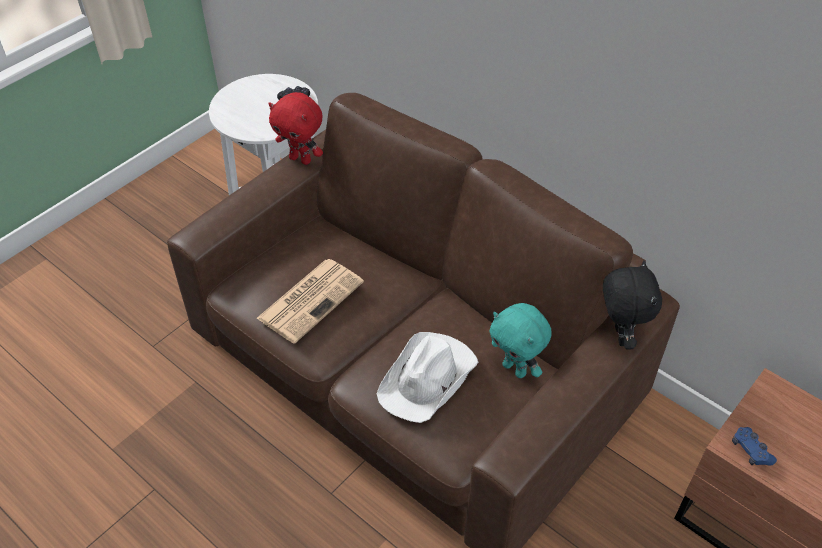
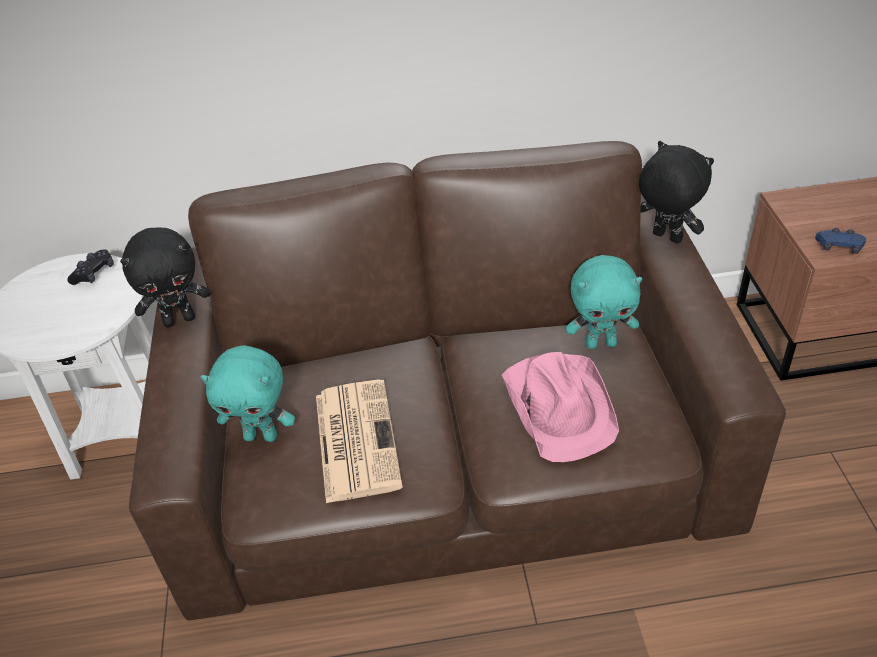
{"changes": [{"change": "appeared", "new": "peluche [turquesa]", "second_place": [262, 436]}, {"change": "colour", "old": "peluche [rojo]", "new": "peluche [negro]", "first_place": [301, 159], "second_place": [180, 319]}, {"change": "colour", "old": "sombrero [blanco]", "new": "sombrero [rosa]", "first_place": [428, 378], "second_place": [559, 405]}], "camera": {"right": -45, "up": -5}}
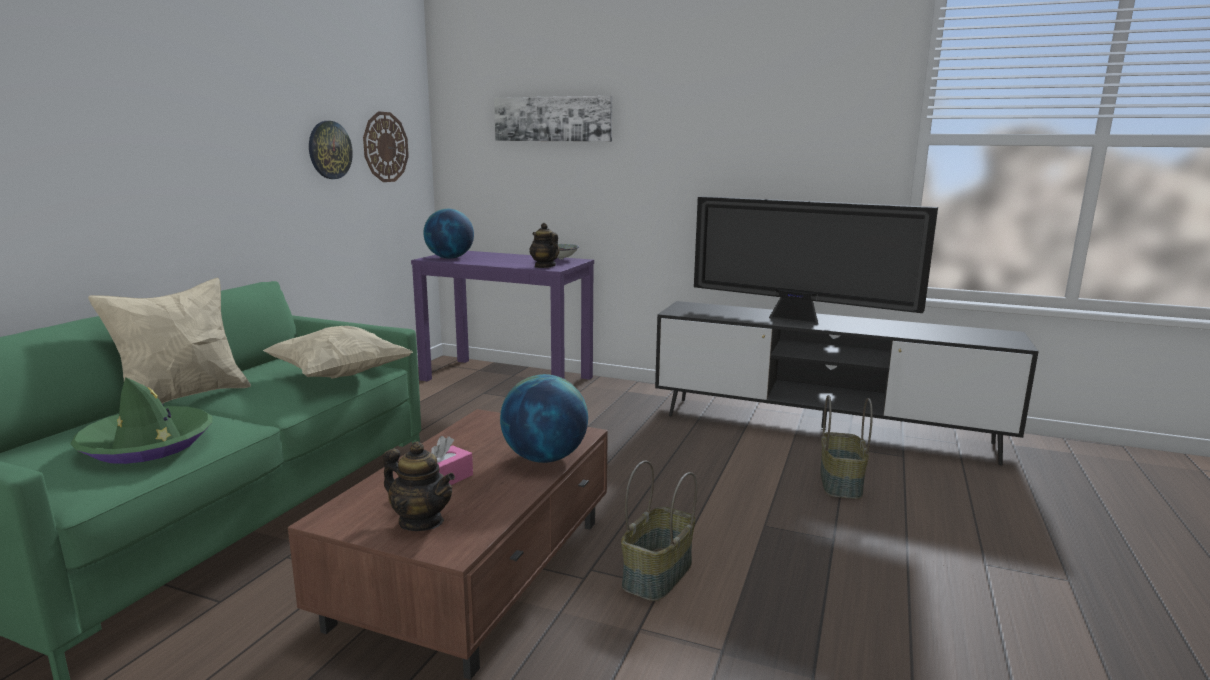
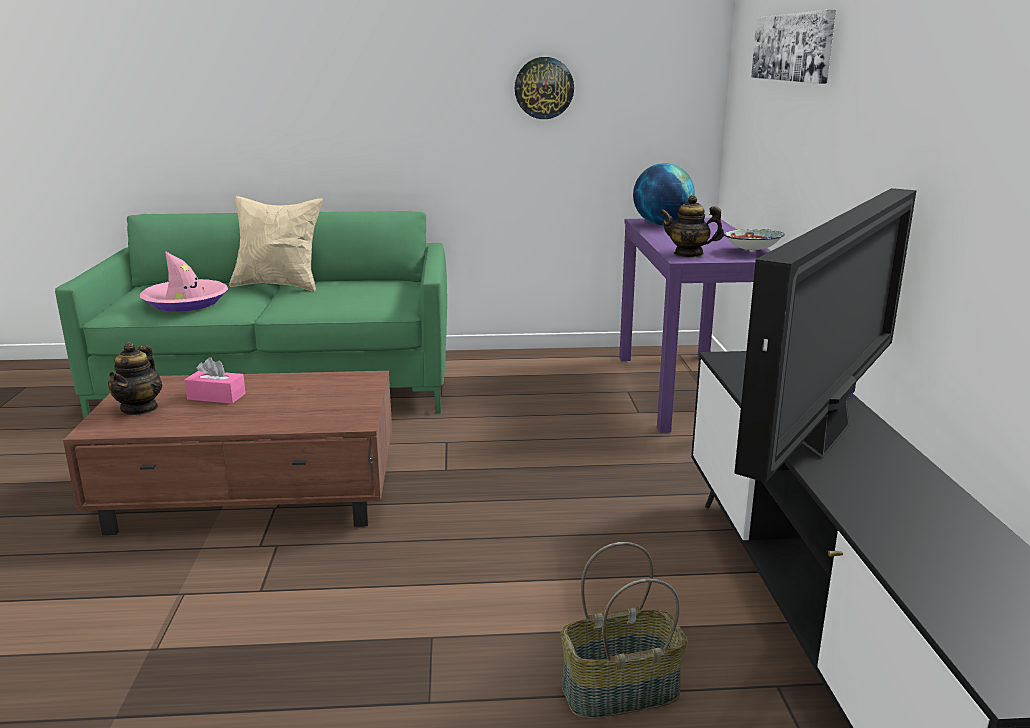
{"changes": [{"change": "missing", "old": "cojín [beis]", "first_place": [340, 375]}, {"change": "missing", "old": "reloj de pared", "first_place": [385, 147]}, {"change": "missing", "old": "globo terráqueo", "first_place": [544, 458]}, {"change": "missing", "old": "cesta", "first_place": [658, 575]}, {"change": "colour", "old": "sombrero [verde]", "new": "sombrero [rosa]", "first_place": [147, 445], "second_place": [186, 302]}, {"change": "spun", "old": "tetera", "first_place": [544, 266], "second_place": [689, 254], "degrees": -105}, {"change": "spun", "old": "televisor", "first_place": [798, 320], "second_place": [825, 435], "degrees": -150}], "camera": {"right": 65, "up": 5}}
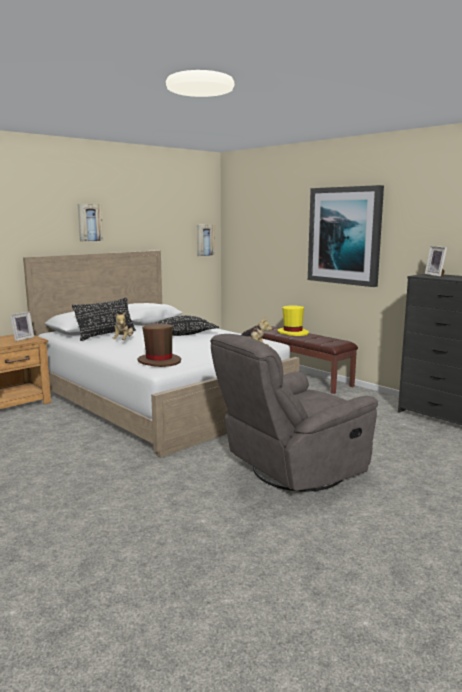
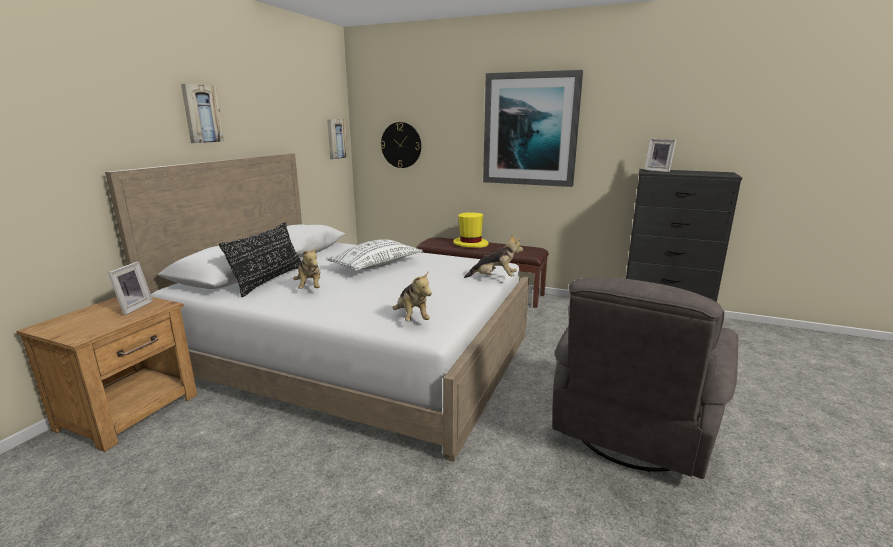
{"changes": [{"change": "appeared", "new": "reloj de pared", "second_place": [401, 145]}, {"change": "exchanged", "old": "sombrero [marrón]", "new": "peluche", "first_place": [159, 361], "second_place": [412, 318]}, {"change": "colour", "old": "cojín [negro]", "new": "cojín [blanco]", "first_place": [182, 334], "second_place": [376, 265]}], "camera": {"right": -25, "up": 5}}
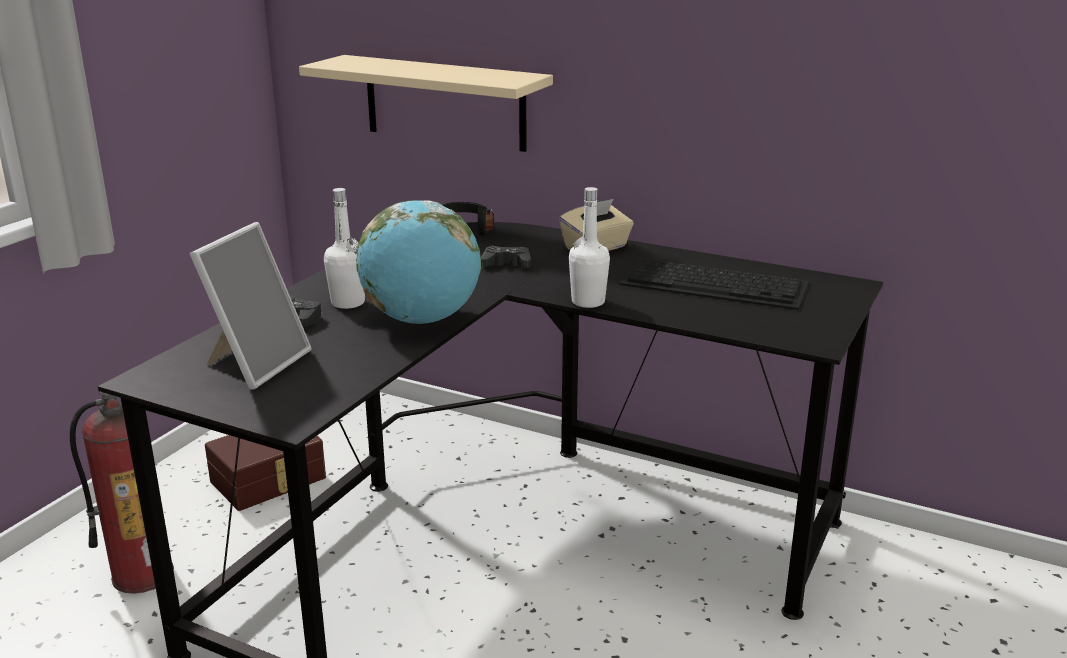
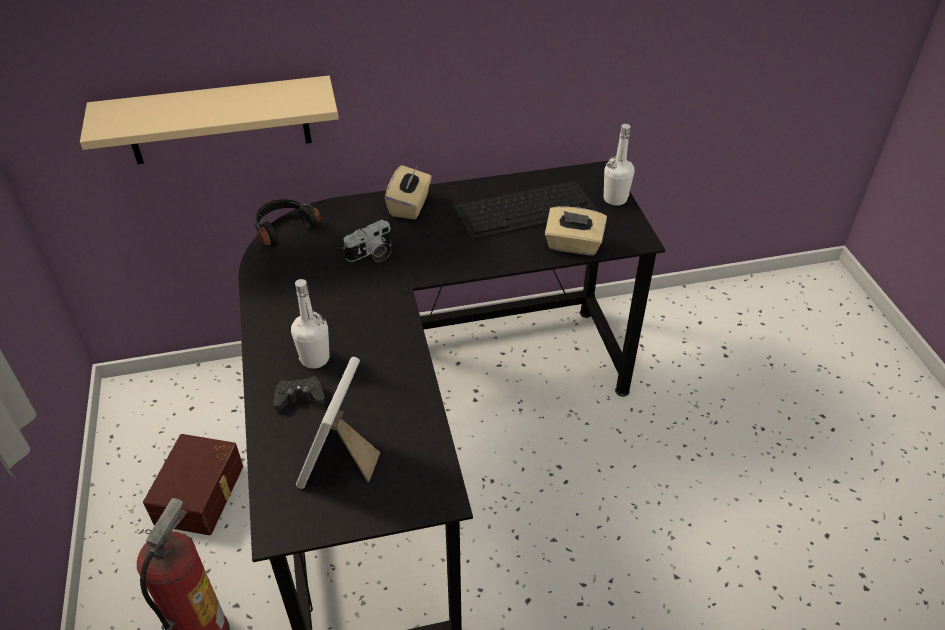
{"changes": [{"change": "missing", "old": "globo terráqueo", "first_place": [422, 320]}, {"change": "appeared", "new": "caja de pañuelos [beis]", "second_place": [573, 245]}, {"change": "relocated", "old": "botella [blanco]", "first_place": [588, 302], "second_place": [615, 199]}, {"change": "exchanged", "old": "mando de consola [negro]", "new": "cámara", "first_place": [506, 264], "second_place": [372, 255]}, {"change": "spun", "old": "portarretratos", "first_place": [256, 364], "second_place": [339, 461], "degrees": -150}], "camera": {"right": -40, "up": 20}}
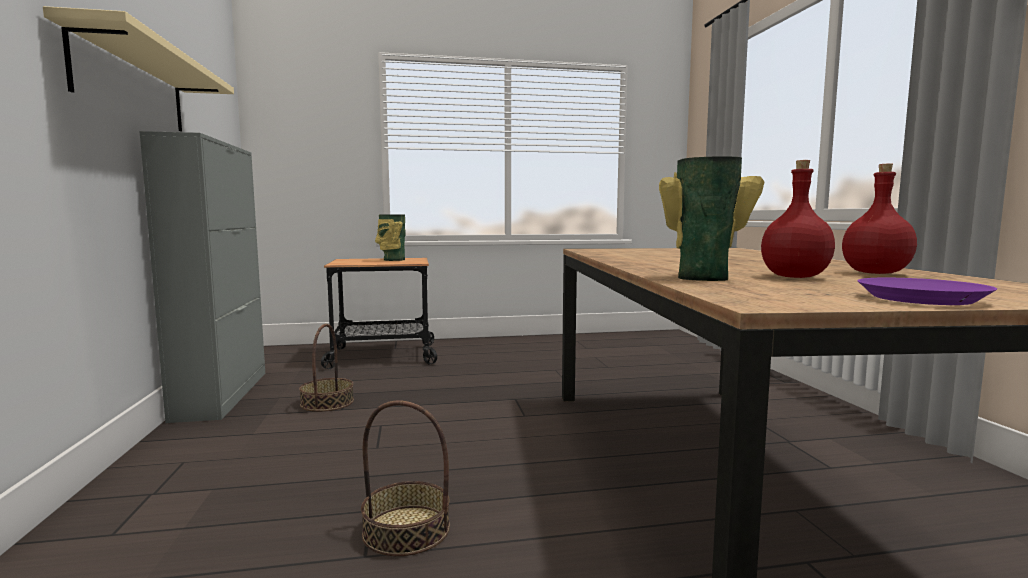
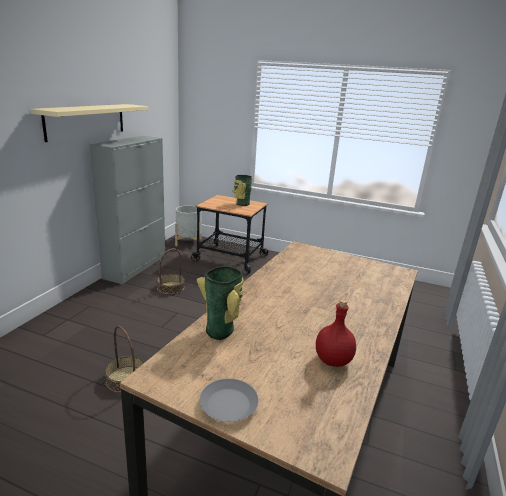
{"changes": [{"change": "missing", "old": "botella [rojo]", "first_place": [794, 277]}, {"change": "appeared", "new": "maceta [gris]", "second_place": [188, 242]}, {"change": "colour", "old": "plato [morado]", "new": "plato [gris]", "first_place": [920, 299], "second_place": [228, 404]}], "camera": {"right": 30, "up": 15}}
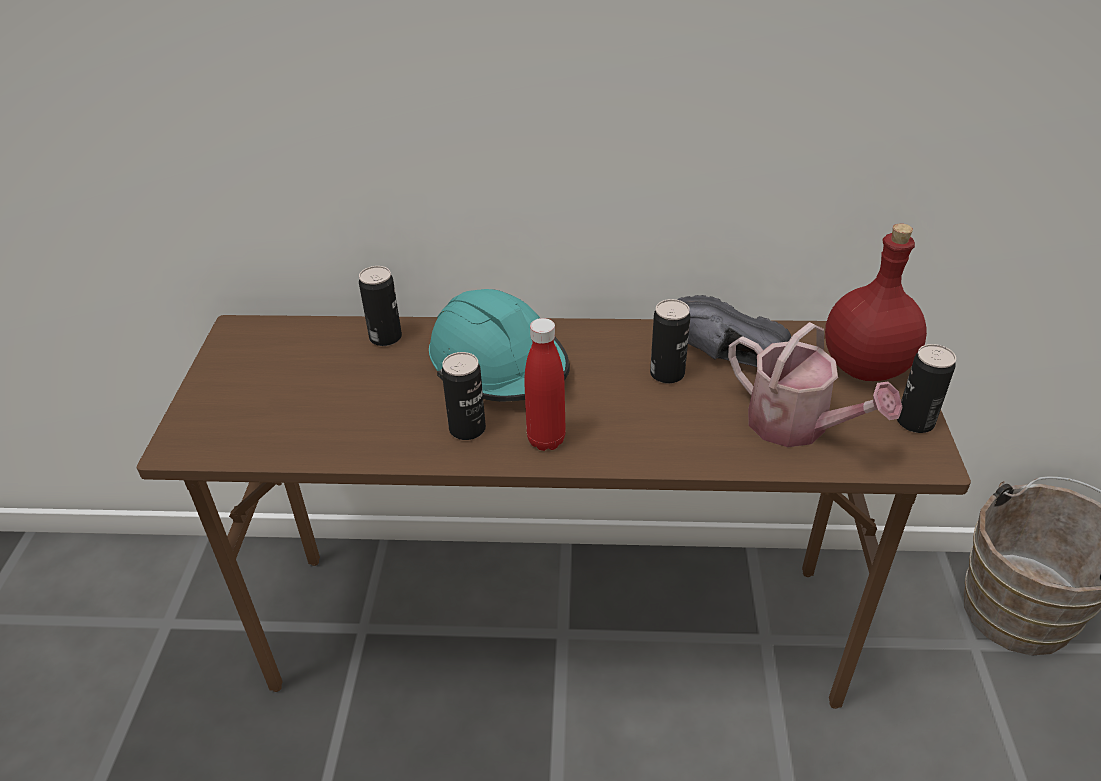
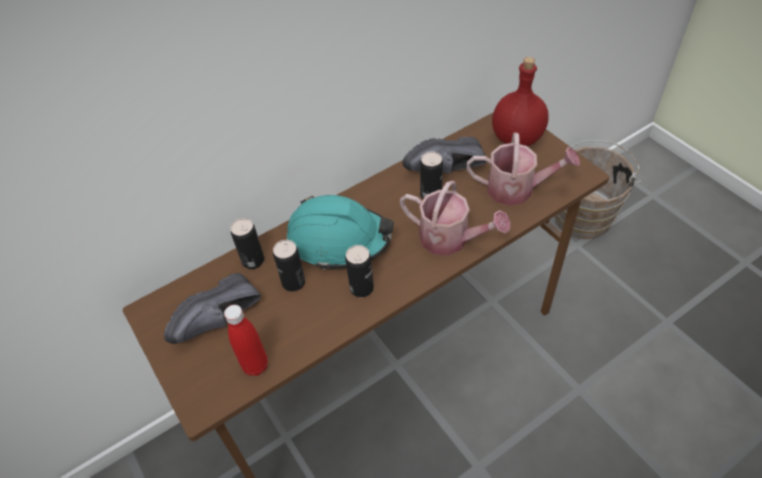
{"changes": [{"change": "appeared", "new": "zapato [negro]", "second_place": [220, 321]}, {"change": "appeared", "new": "regadera", "second_place": [450, 239]}, {"change": "relocated", "old": "botella [rojo]", "first_place": [546, 440], "second_place": [255, 366]}, {"change": "relocated", "old": "lata", "first_place": [915, 422], "second_place": [293, 282]}], "camera": {"right": -35, "up": 10}}
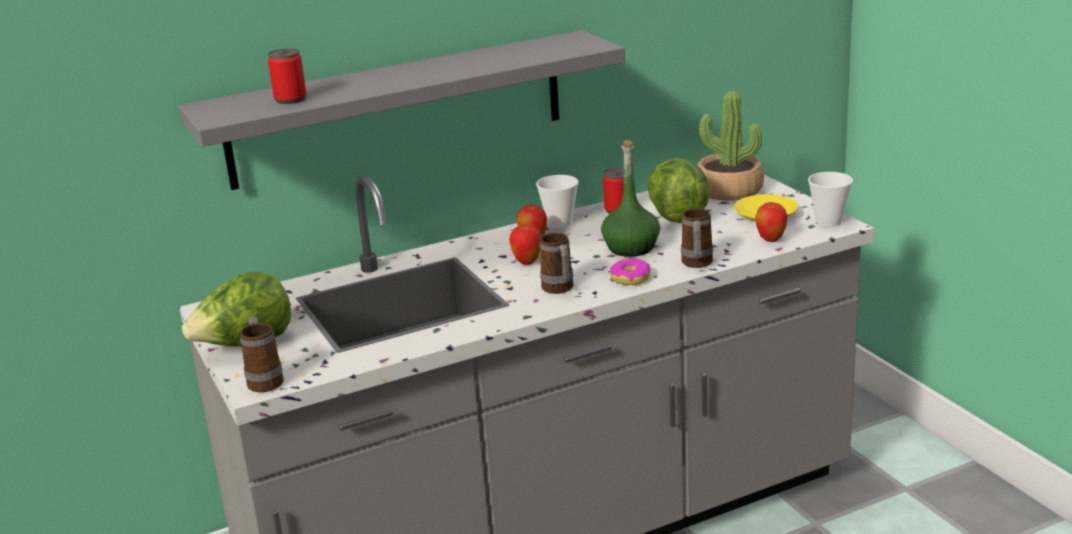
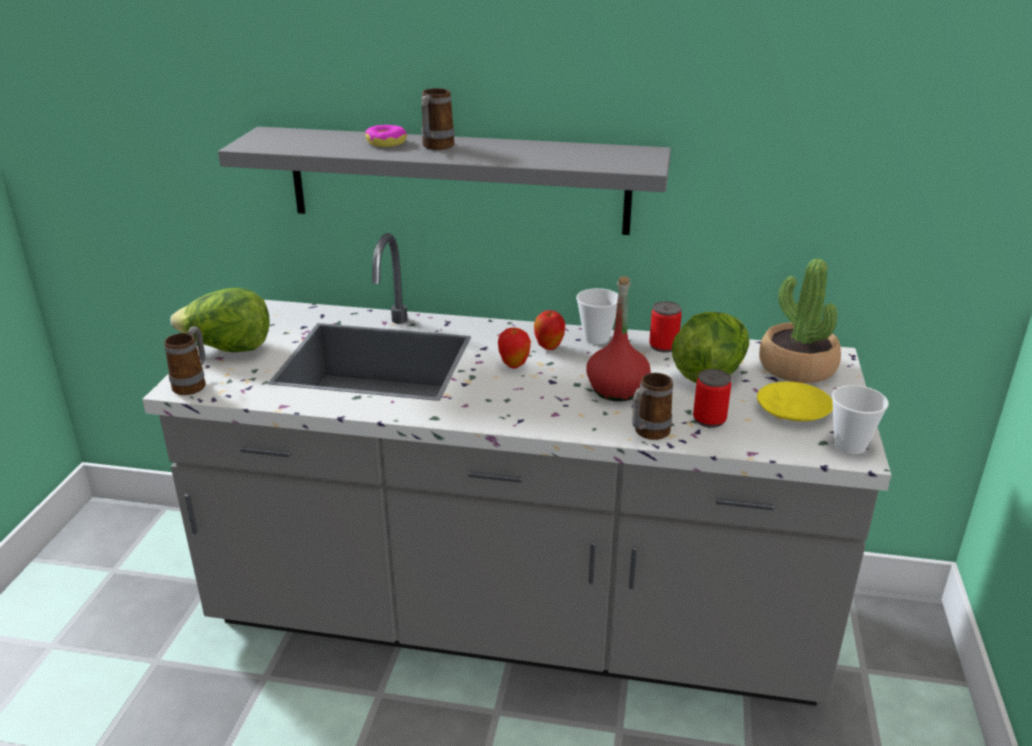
{"changes": [{"change": "missing", "old": "manzana", "first_place": [770, 240]}, {"change": "relocated", "old": "lata", "first_place": [290, 99], "second_place": [709, 419]}, {"change": "relocated", "old": "taza grande", "first_place": [559, 290], "second_place": [435, 147]}, {"change": "relocated", "old": "rosquilla", "first_place": [630, 278], "second_place": [386, 143]}, {"change": "colour", "old": "botella [verde]", "new": "botella [rojo]", "first_place": [631, 248], "second_place": [617, 389]}], "camera": {"right": 35, "up": 5}}
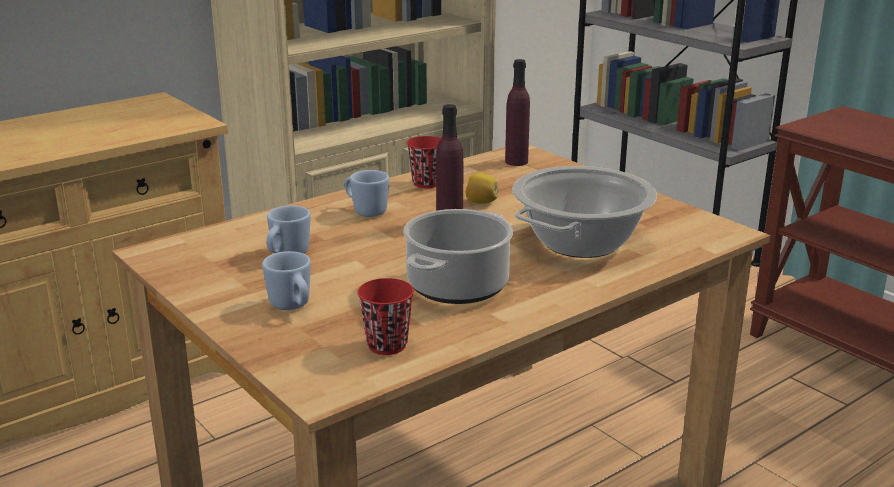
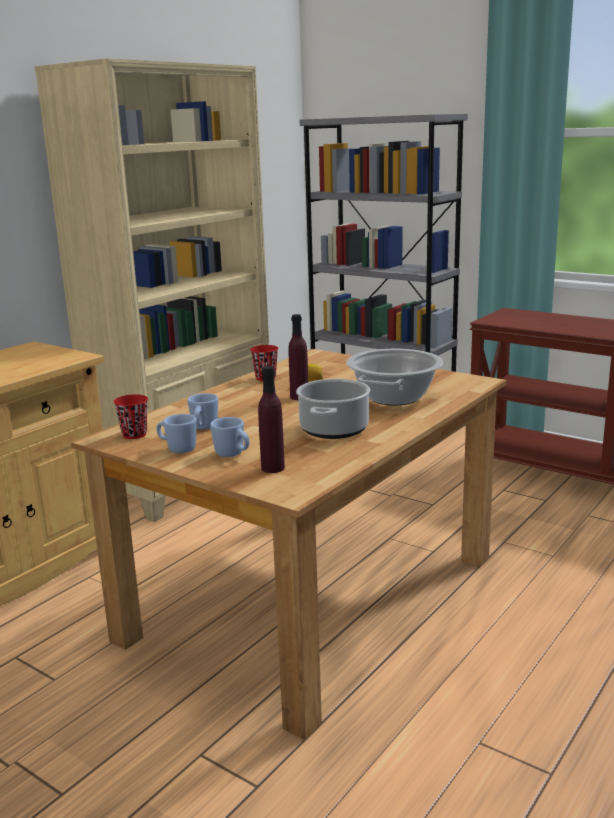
{"changes": [{"change": "relocated", "old": "taza grande [azul]", "first_place": [365, 211], "second_place": [177, 449]}, {"change": "relocated", "old": "taza [rojo]", "first_place": [387, 345], "second_place": [134, 435]}, {"change": "relocated", "old": "botella [morado]", "first_place": [516, 162], "second_place": [272, 468]}], "camera": {"right": -15, "up": -5}}
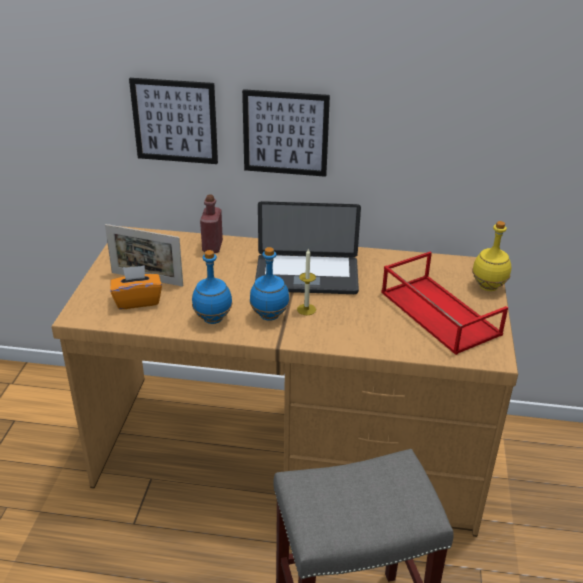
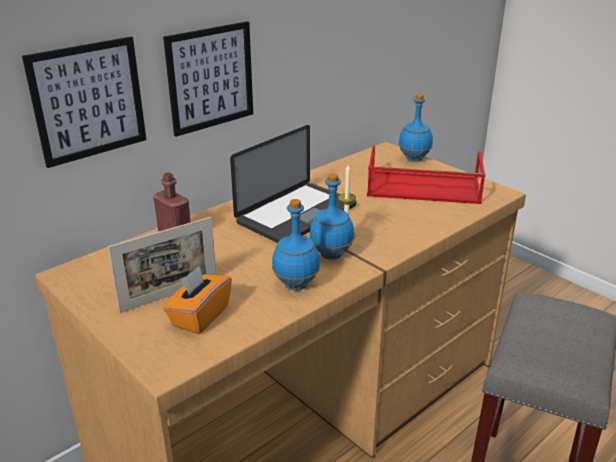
{"changes": [{"change": "colour", "old": "botella [amarillo]", "new": "botella [azul]", "first_place": [488, 287], "second_place": [414, 159]}], "camera": {"right": -50, "up": -5}}
